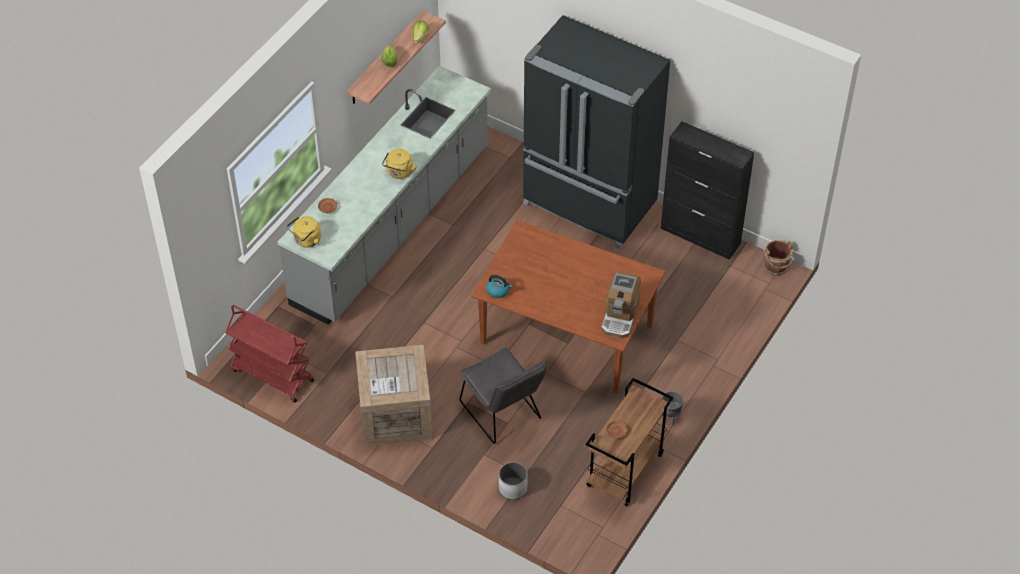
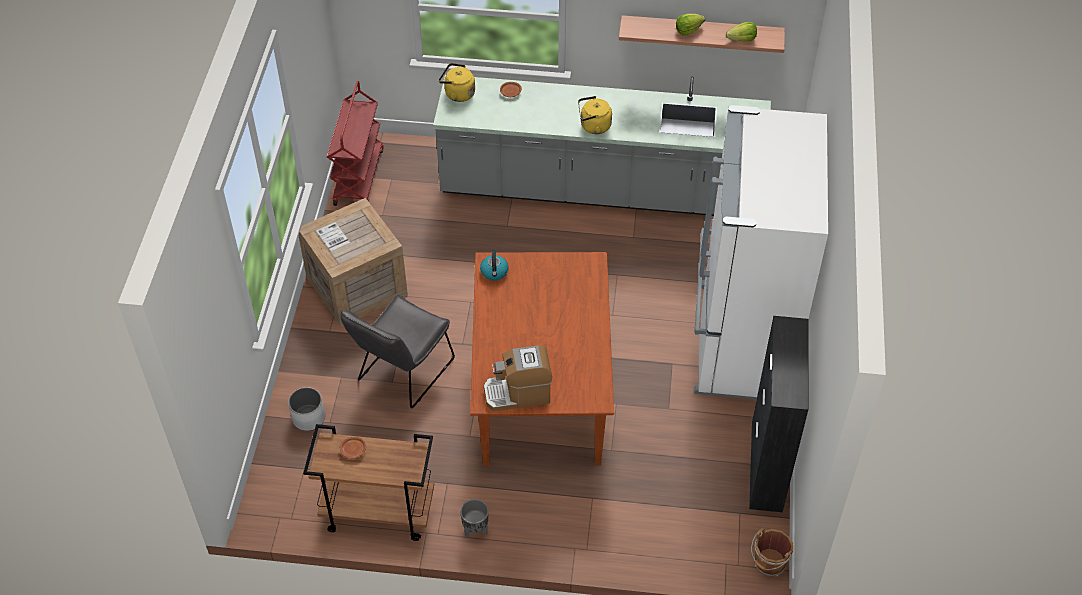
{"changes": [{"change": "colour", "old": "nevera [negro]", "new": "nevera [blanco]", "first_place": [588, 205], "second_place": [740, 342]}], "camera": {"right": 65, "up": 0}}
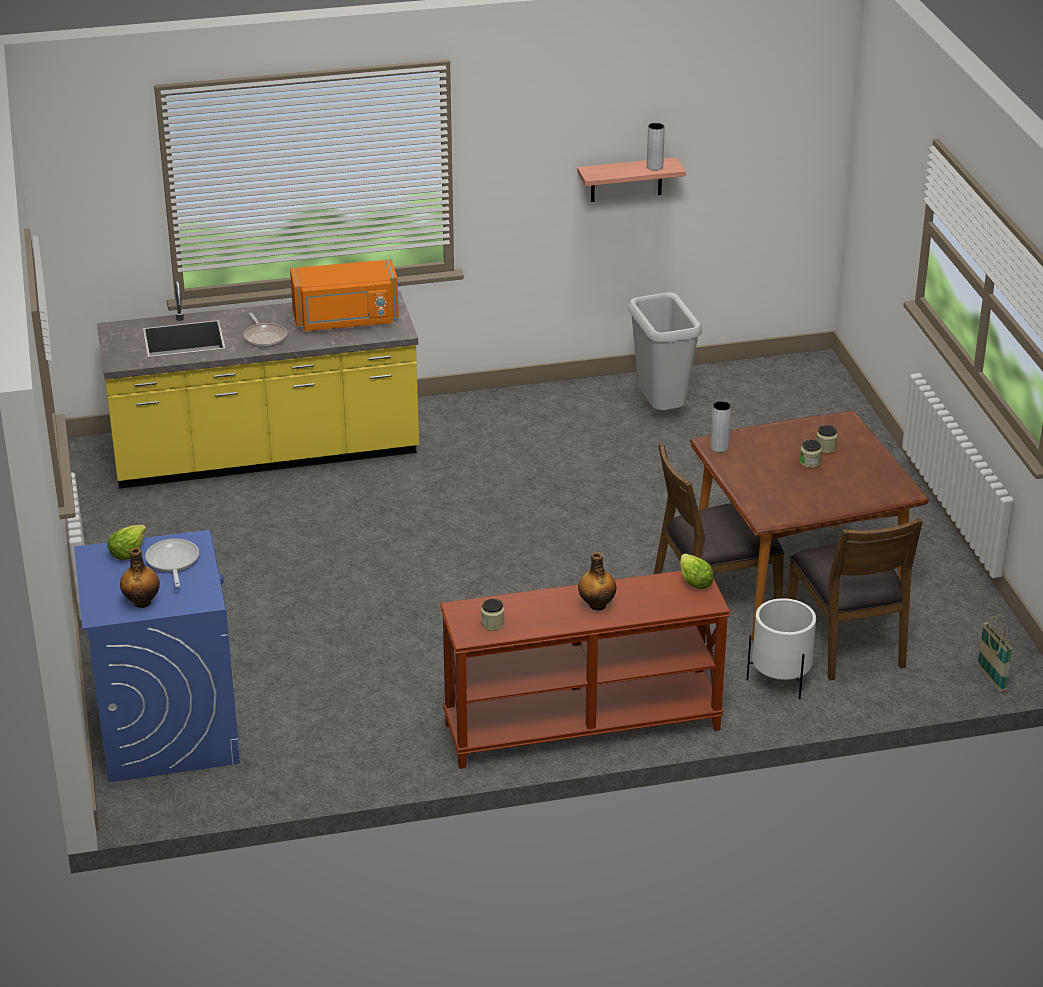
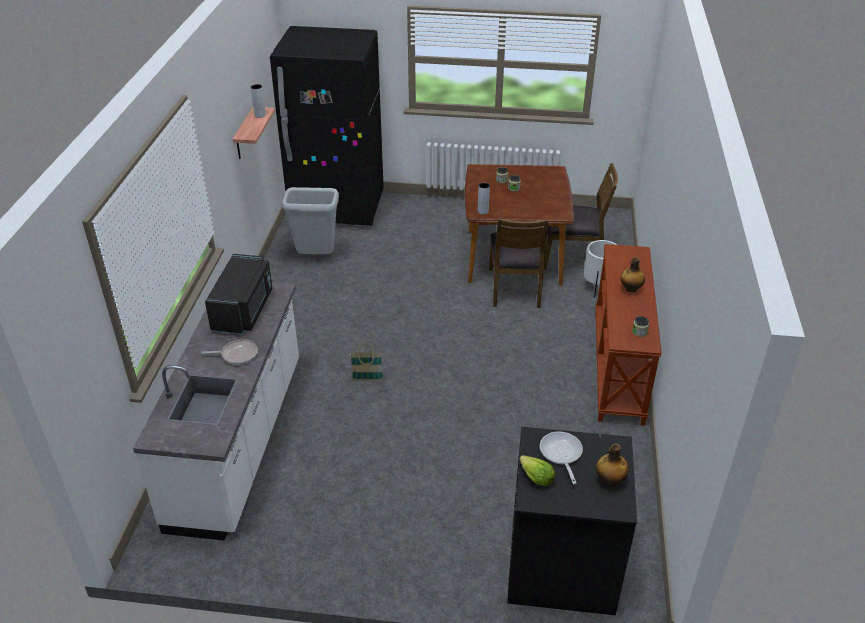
{"changes": [{"change": "missing", "old": "lechuga", "first_place": [694, 581]}, {"change": "appeared", "new": "nevera [negro]", "second_place": [337, 208]}, {"change": "relocated", "old": "cesta", "first_place": [991, 678], "second_place": [367, 379]}, {"change": "colour", "old": "lavadora [azul]", "new": "lavadora [negro]", "first_place": [167, 729], "second_place": [560, 566]}, {"change": "colour", "old": "mueble bajo de cocina [amarillo]", "new": "mueble bajo de cocina [blanco]", "first_place": [266, 456], "second_place": [239, 442]}, {"change": "colour", "old": "microondas [naranja]", "new": "microondas [negro]", "first_place": [346, 320], "second_place": [244, 310]}, {"change": "spun", "old": "sartén", "first_place": [172, 563], "second_place": [561, 454], "degrees": 75}], "camera": {"right": -70, "up": 5}}
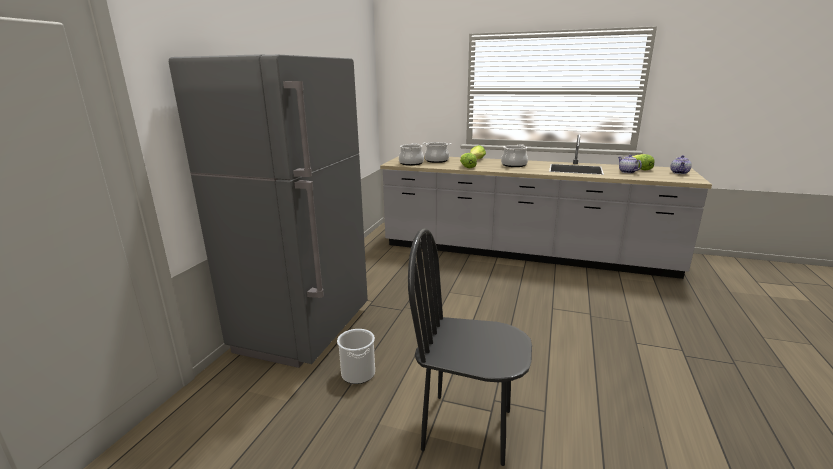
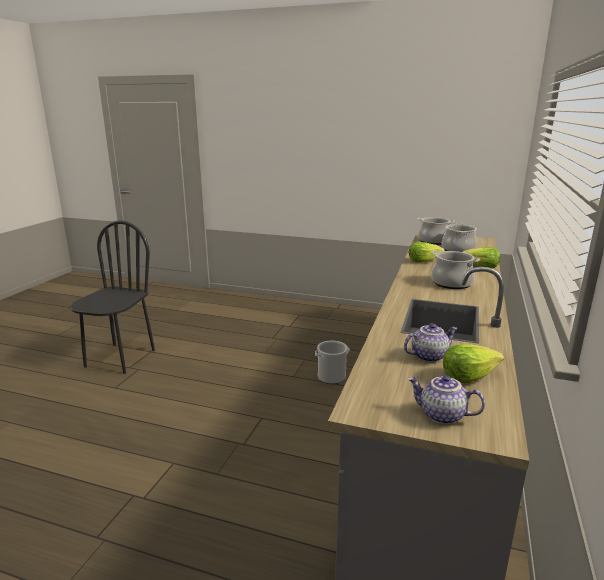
{"changes": [{"change": "missing", "old": "nevera [gris]", "first_place": [304, 330]}, {"change": "relocated", "old": "cubo", "first_place": [358, 373], "second_place": [331, 377]}], "camera": {"right": 90, "up": 0}}
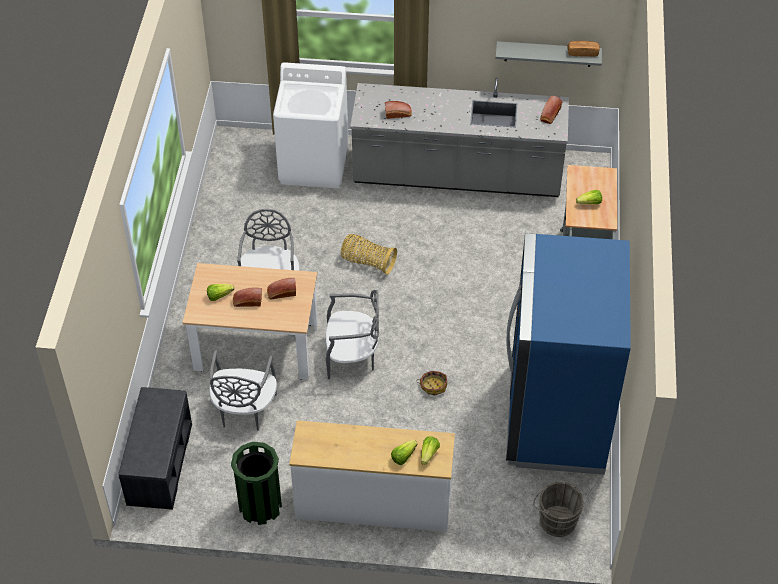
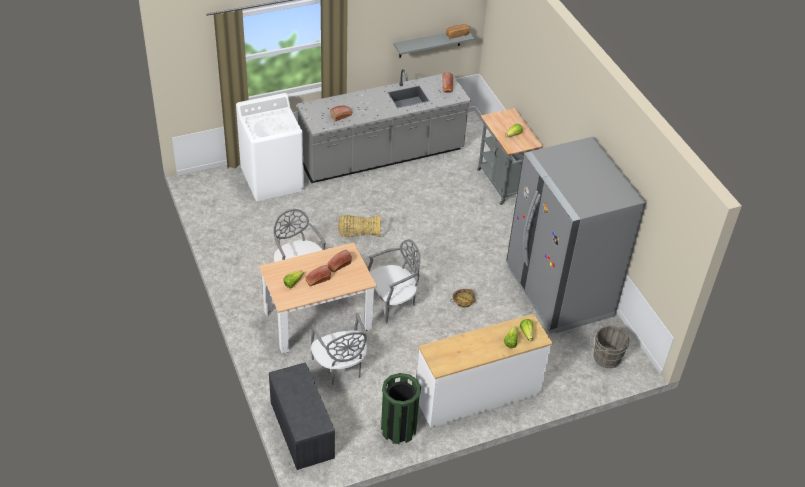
{"changes": [{"change": "colour", "old": "nevera [azul]", "new": "nevera [gris]", "first_place": [555, 418], "second_place": [558, 291]}], "camera": {"right": -30, "up": -5}}
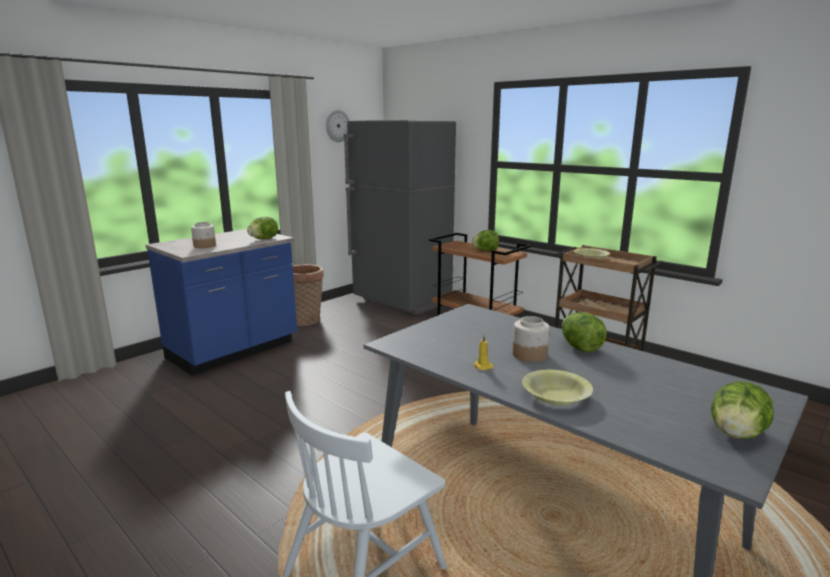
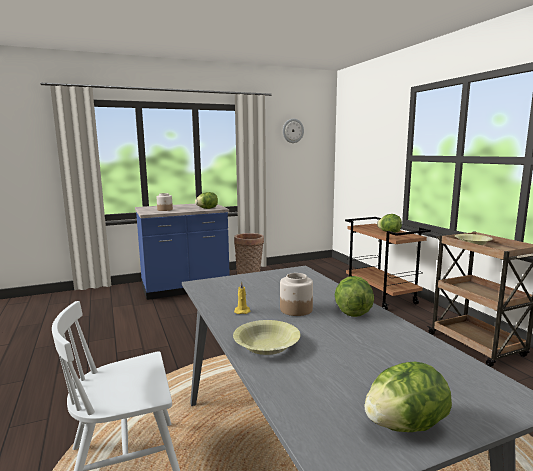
{"changes": [{"change": "missing", "old": "nevera [gris]", "first_place": [402, 302]}], "camera": {"right": 25, "up": -5}}
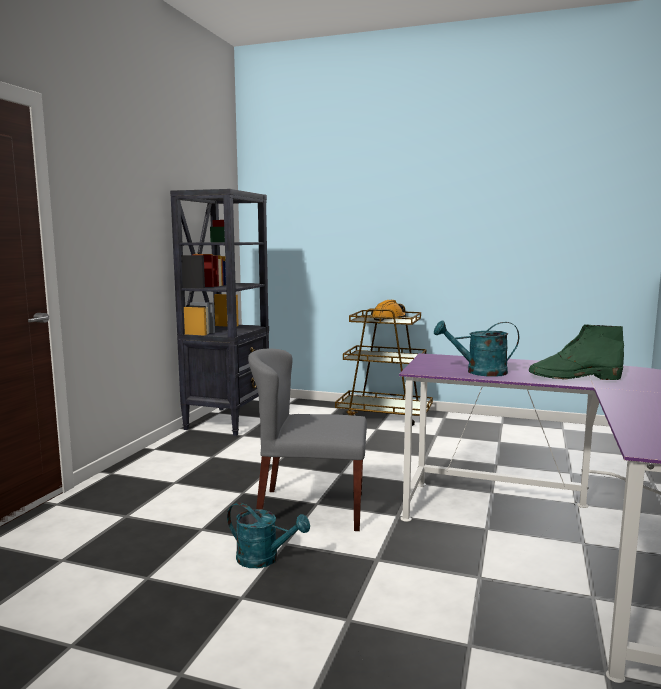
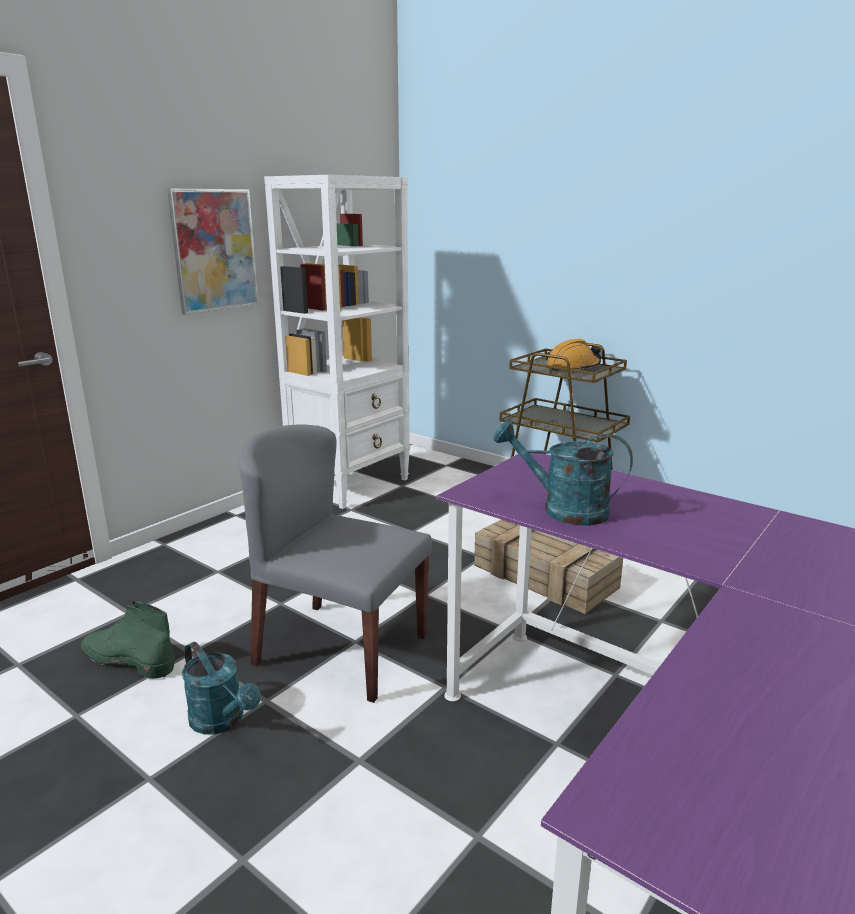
{"changes": [{"change": "appeared", "new": "cuadro", "second_place": [214, 250]}, {"change": "appeared", "new": "caja de embalaje", "second_place": [547, 576]}, {"change": "relocated", "old": "bota [verde]", "first_place": [573, 378], "second_place": [127, 660]}, {"change": "colour", "old": "estantería [negro]", "new": "estantería [blanco]", "first_place": [228, 421], "second_place": [351, 484]}], "camera": {"right": 20, "up": 10}}
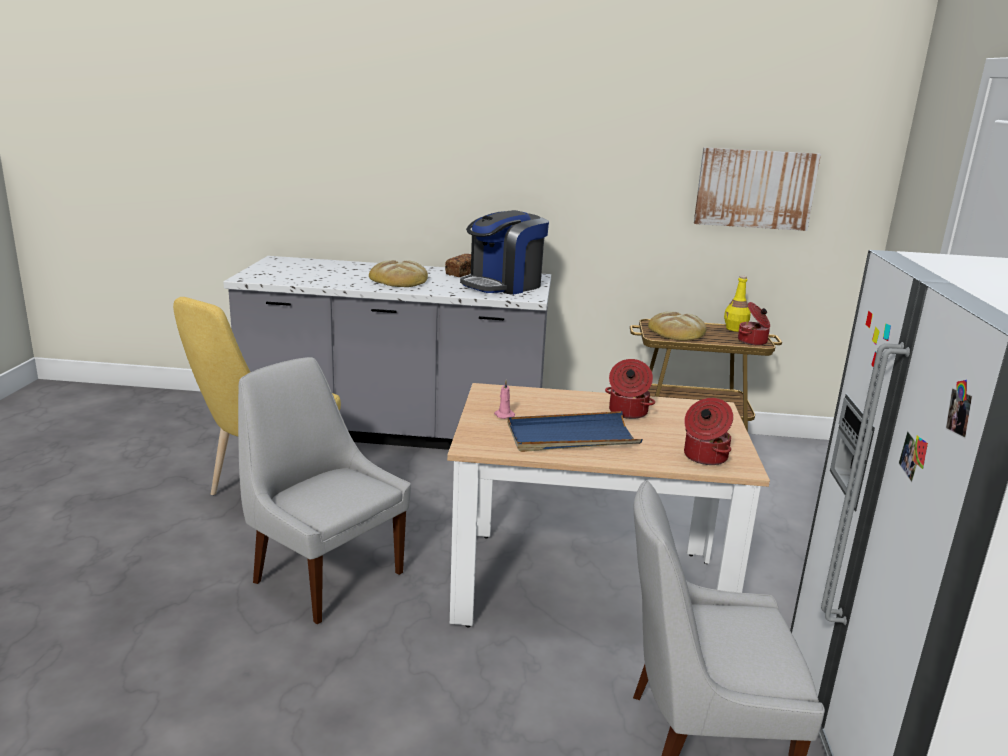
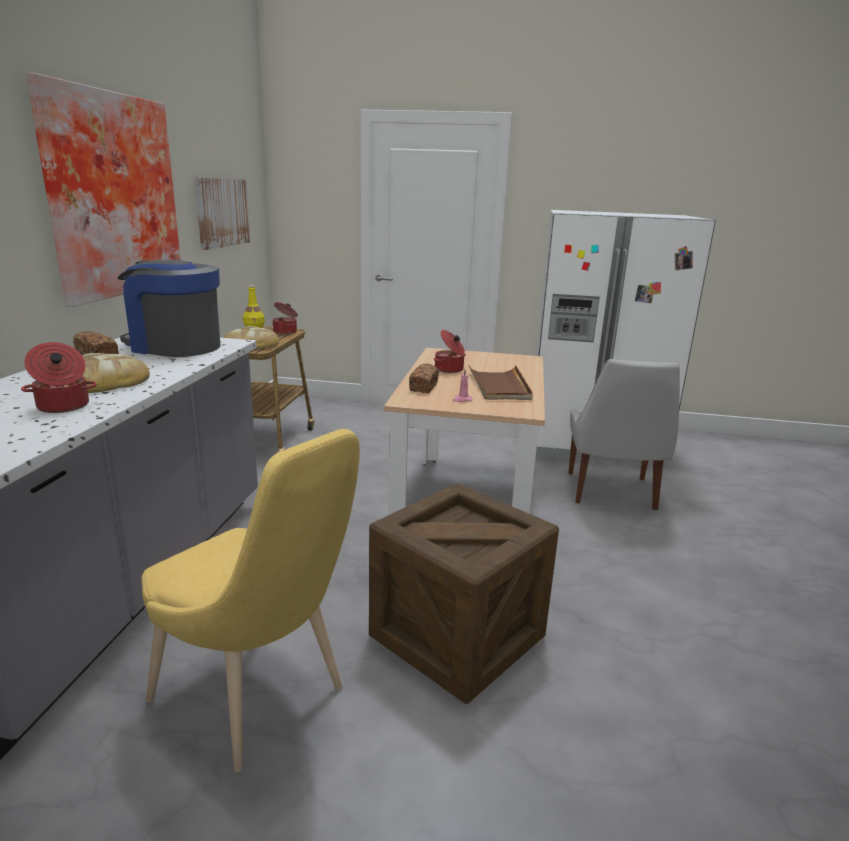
{"changes": [{"change": "appeared", "new": "cuadro", "second_place": [109, 196]}, {"change": "appeared", "new": "pan", "second_place": [424, 387]}, {"change": "relocated", "old": "olla", "first_place": [704, 457], "second_place": [63, 407]}, {"change": "exchanged", "old": "silla [blanco]", "new": "caja de embalaje", "first_place": [324, 575], "second_place": [457, 636]}, {"change": "colour", "old": "bandeja [azul]", "new": "bandeja [marrón]", "first_place": [571, 437], "second_place": [499, 386]}, {"change": "spun", "old": "cafetera", "first_place": [503, 285], "second_place": [174, 346], "degrees": 150}], "camera": {"right": -85, "up": 0}}
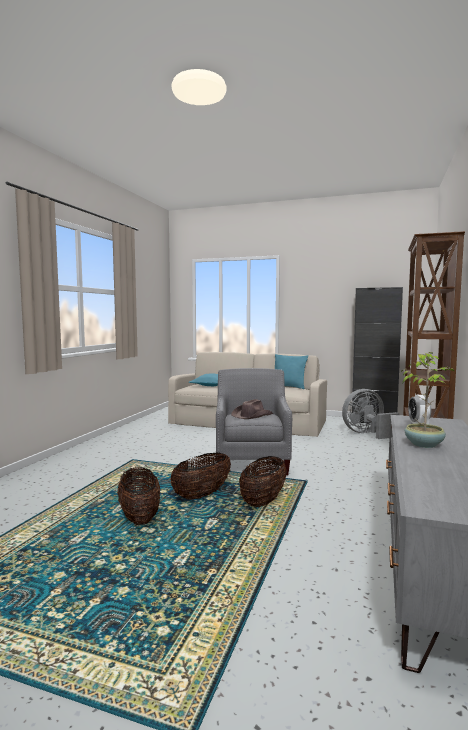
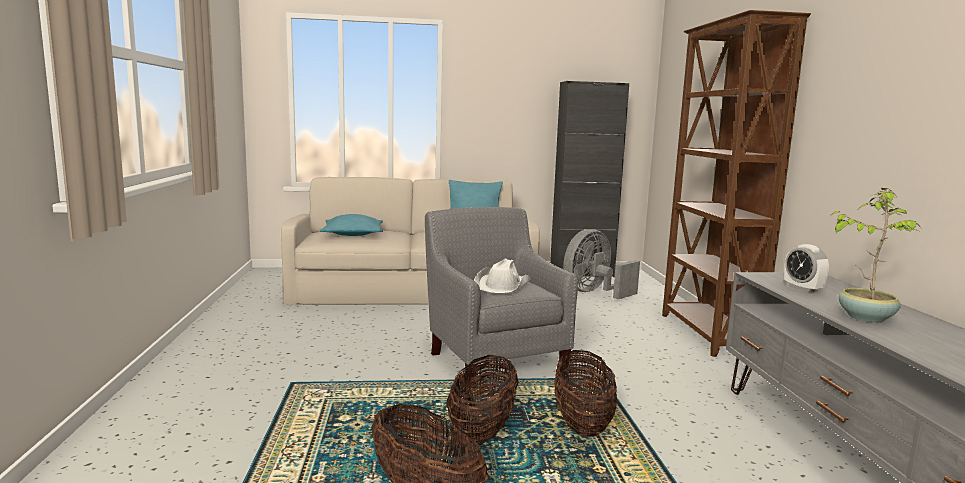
{"changes": [{"change": "colour", "old": "sombrero [marrón]", "new": "sombrero [blanco]", "first_place": [251, 415], "second_place": [502, 285]}], "camera": {"right": -25, "up": 5}}
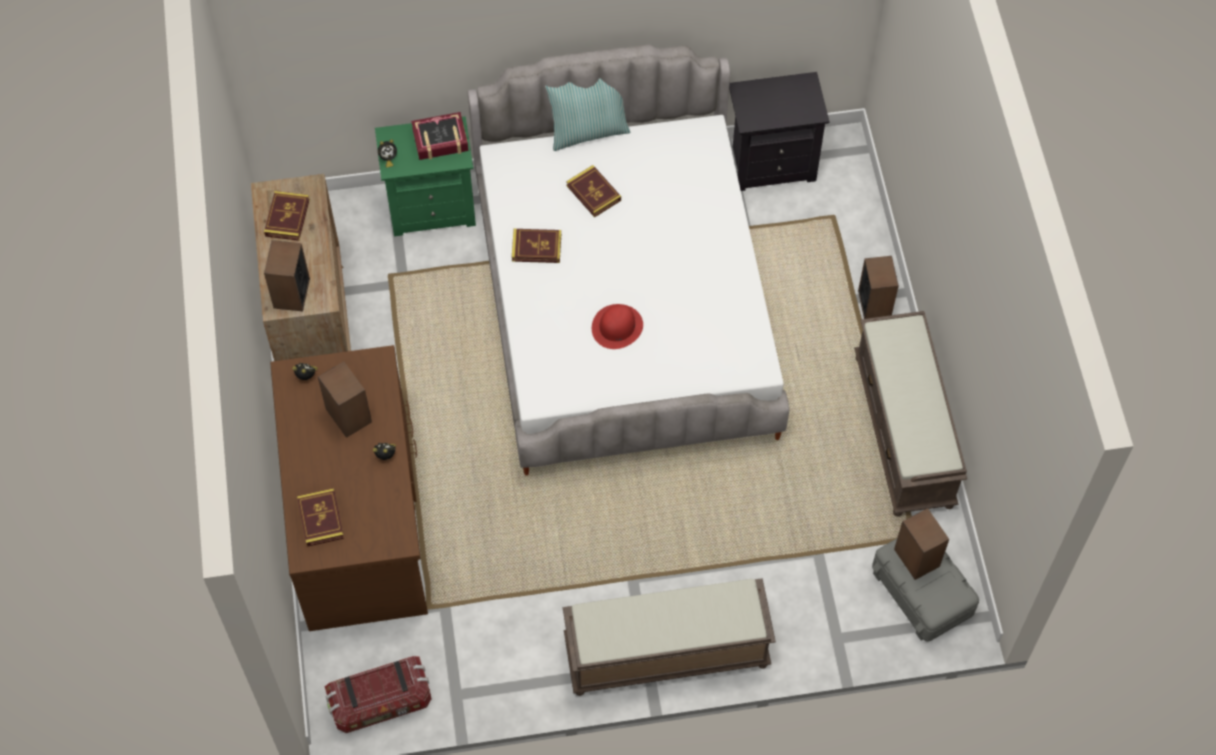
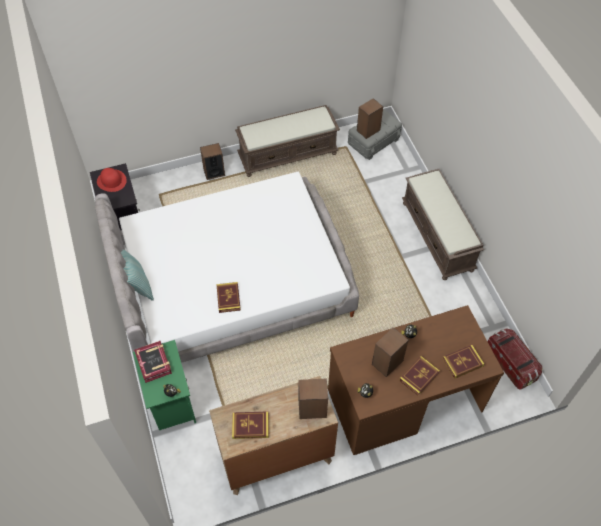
{"changes": [{"change": "relocated", "old": "libro", "first_place": [593, 193], "second_place": [419, 376]}, {"change": "relocated", "old": "sombrero [rojo]", "first_place": [617, 327], "second_place": [111, 181]}], "camera": {"right": -100, "up": -5}}
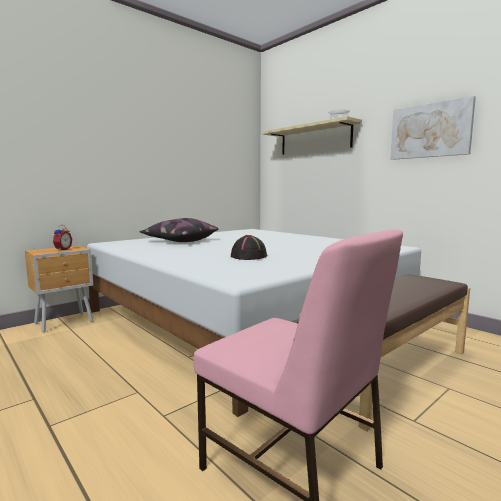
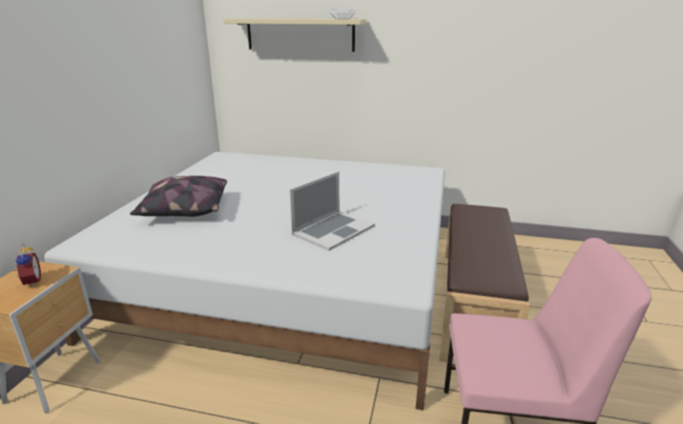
{"changes": [{"change": "missing", "old": "cuadro", "first_place": [430, 131]}, {"change": "exchanged", "old": "sombrero [negro]", "new": "portátil", "first_place": [249, 256], "second_place": [333, 230]}], "camera": {"right": -35, "up": 15}}
